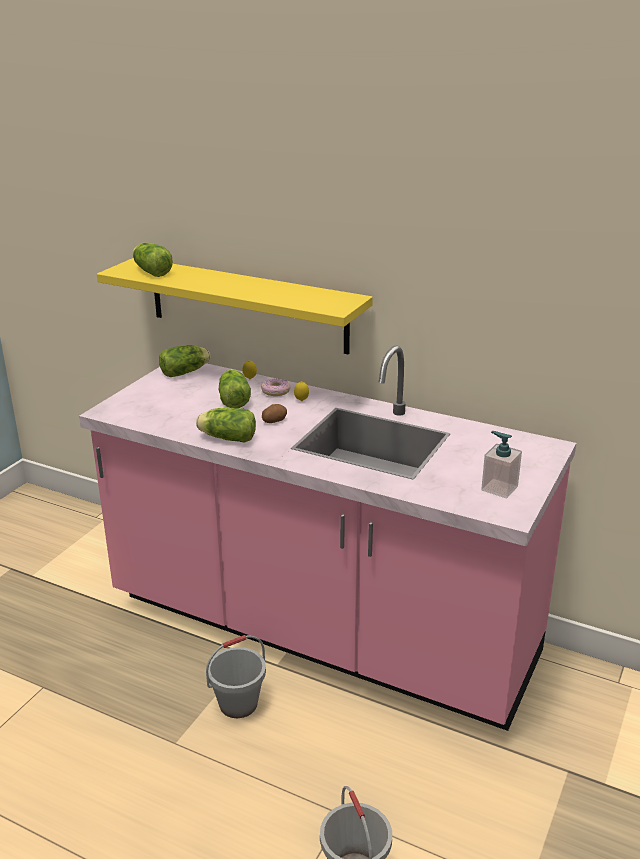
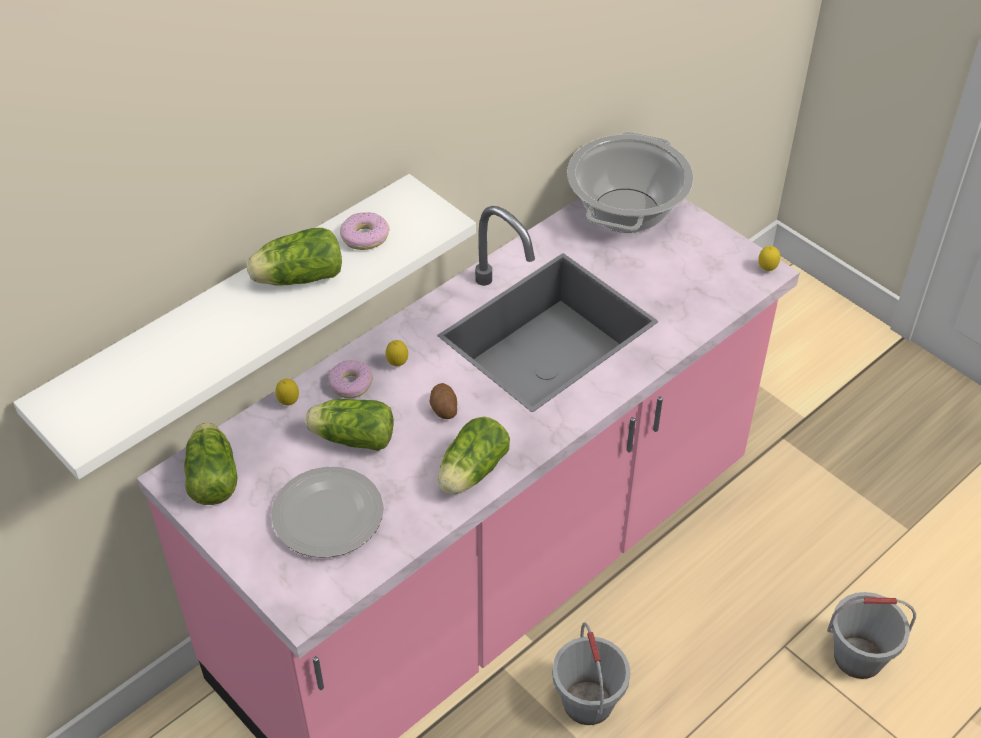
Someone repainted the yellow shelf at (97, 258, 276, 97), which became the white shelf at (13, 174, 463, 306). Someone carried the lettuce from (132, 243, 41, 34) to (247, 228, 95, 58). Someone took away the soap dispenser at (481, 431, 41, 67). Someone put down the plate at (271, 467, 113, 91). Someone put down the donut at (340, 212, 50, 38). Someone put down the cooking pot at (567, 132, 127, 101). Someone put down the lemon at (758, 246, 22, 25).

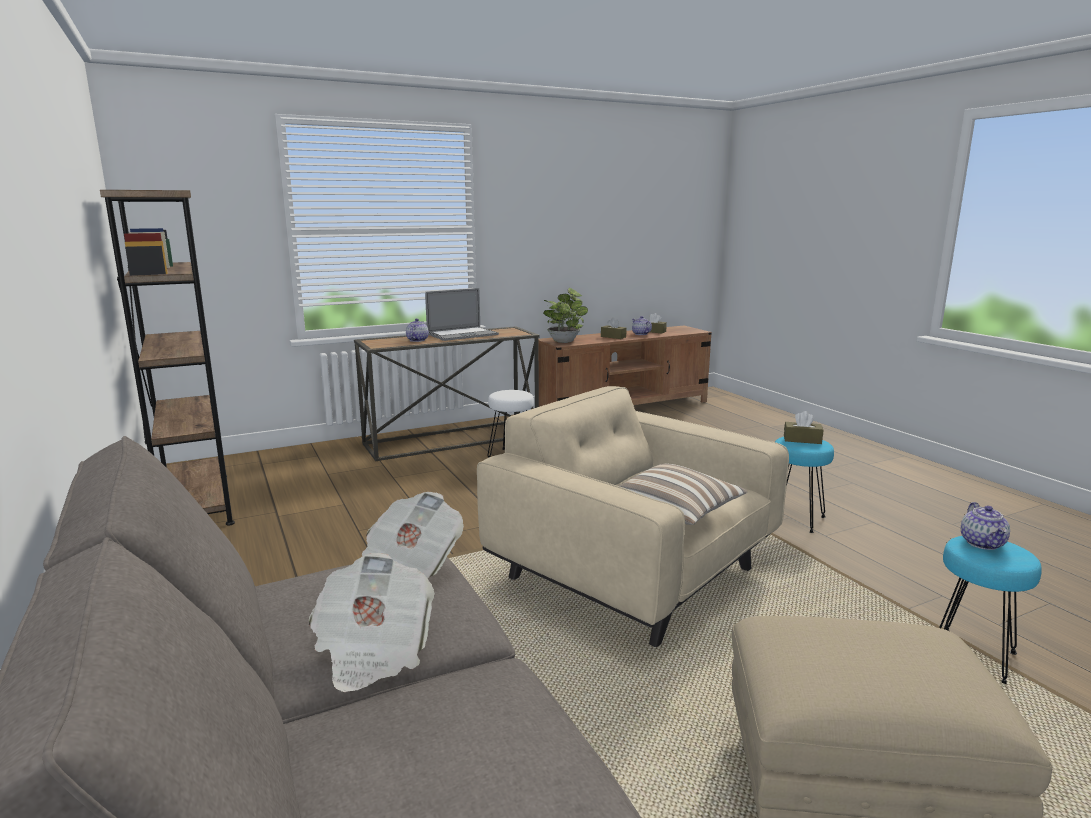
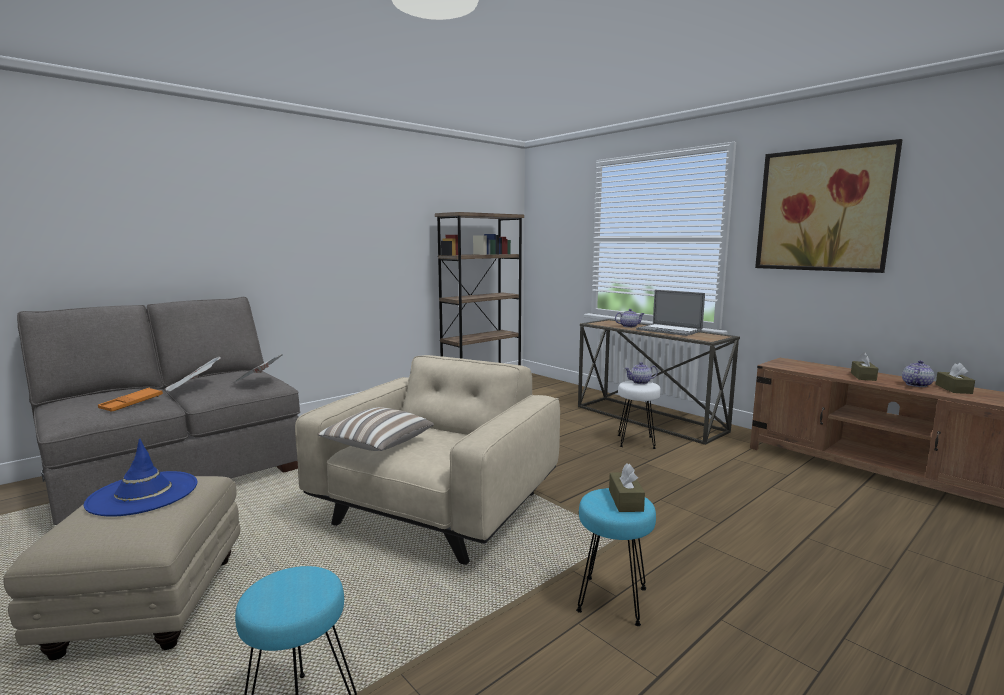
Someone took away the potted plant at (543, 288, 45, 55). Someone carried the teapot from (961, 502, 49, 48) to (624, 362, 34, 22). Someone put down the blue hat at (84, 438, 113, 79). Someone put down the orange tray at (98, 388, 65, 24). Someone put up the picture at (755, 139, 147, 134).

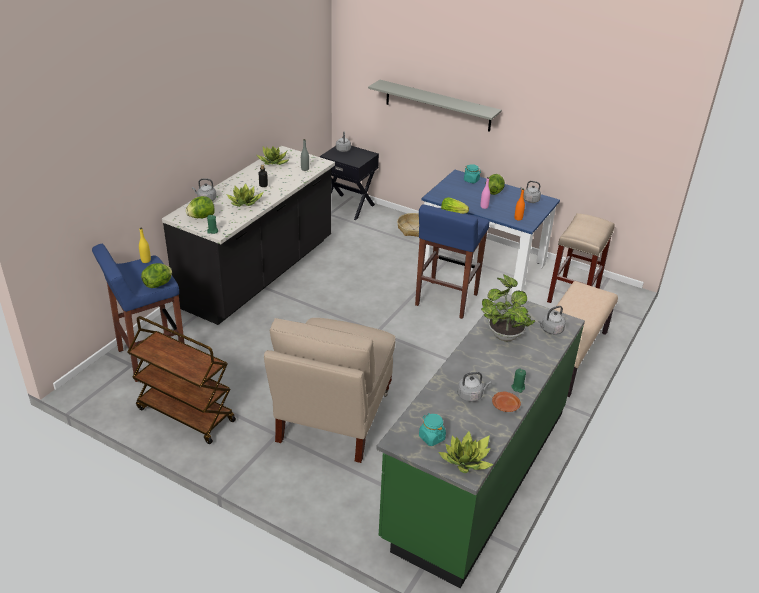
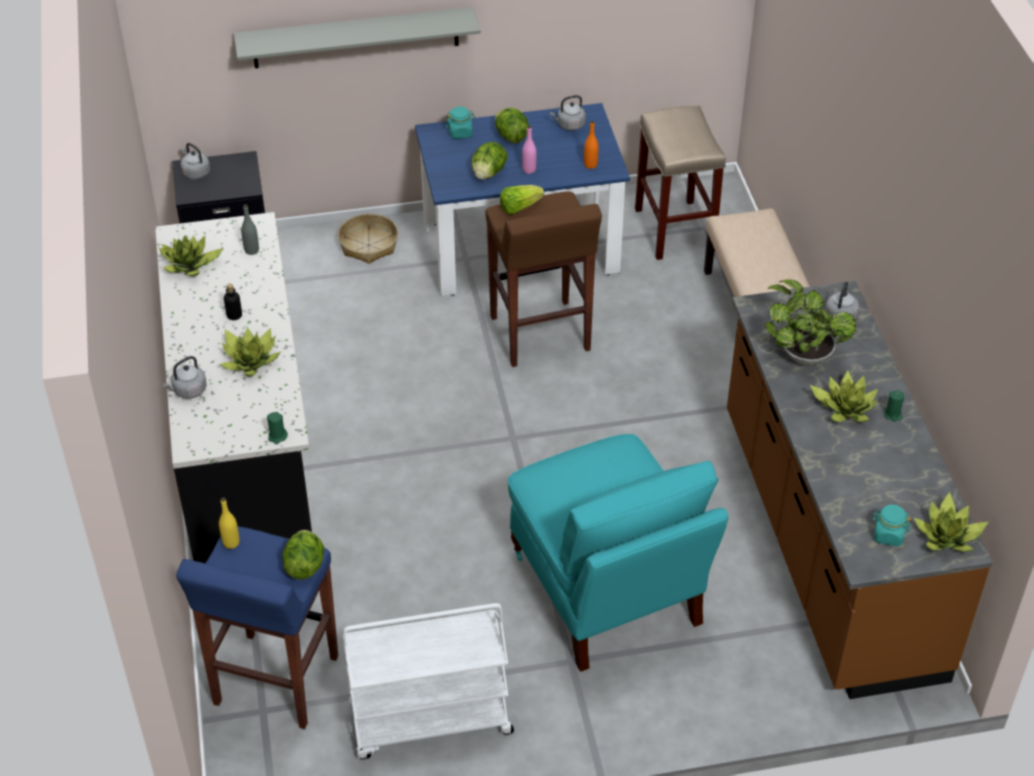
Someone repainted the brown cart at (127, 316, 109, 128), which became the white cart at (343, 603, 171, 156). Someone carried the lettuce from (186, 196, 29, 22) to (471, 142, 37, 38). Someone repainted the beige chair at (264, 318, 131, 145), which became the turquoise chair at (508, 434, 220, 238). Someone repainted the green counter at (376, 294, 209, 294), which became the brown counter at (727, 281, 266, 418). Someone repainted the blue stool at (415, 204, 74, 115), which became the brown stool at (486, 191, 116, 176). Someone took away the grey kettle at (457, 372, 35, 30). Someone took away the brown plate at (492, 392, 29, 20). Someone put down the potted plant at (810, 370, 68, 52).

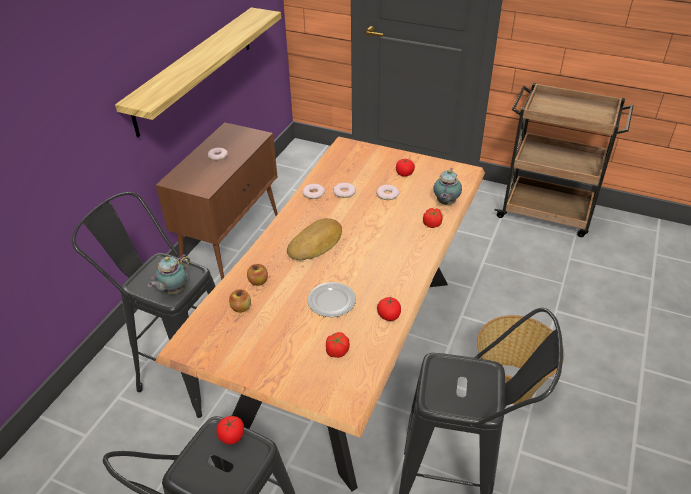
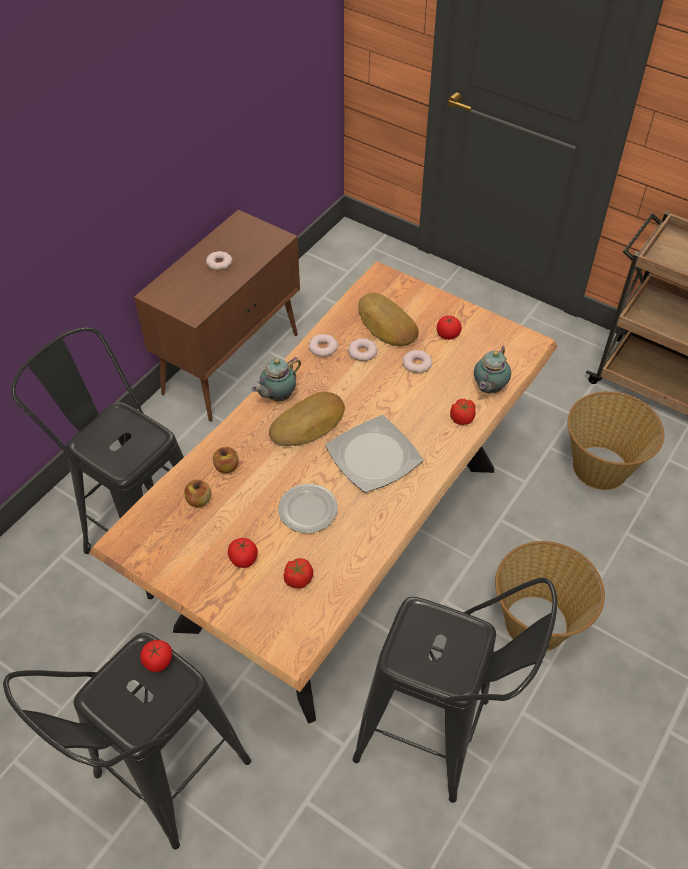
Someone took away the shelf at (115, 7, 166, 131). Someone carried the teapot from (148, 255, 42, 39) to (252, 356, 49, 45). Someone carried the tomato from (377, 297, 24, 24) to (228, 538, 30, 30). Someone put down the plate at (325, 415, 98, 78). Someone put down the bread at (358, 293, 61, 53). Someone put down the basket at (568, 391, 96, 99).

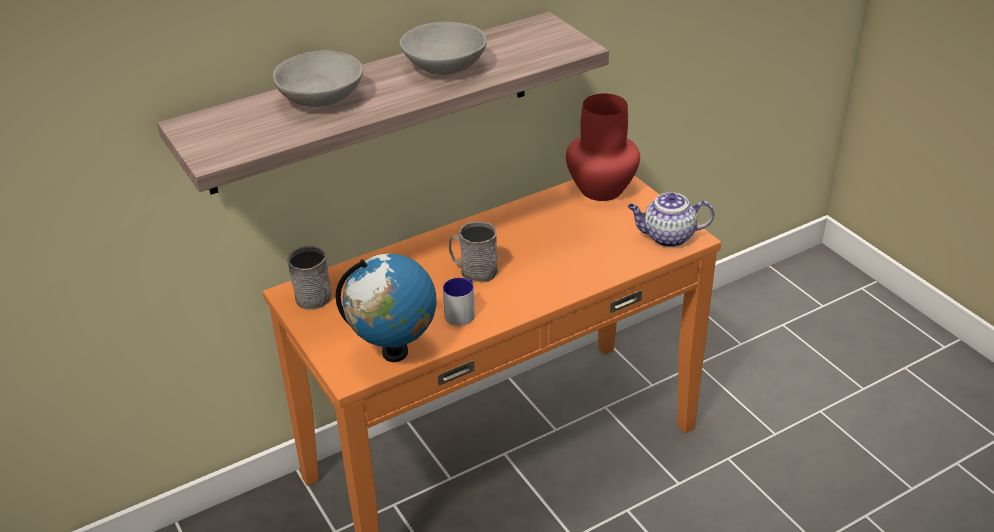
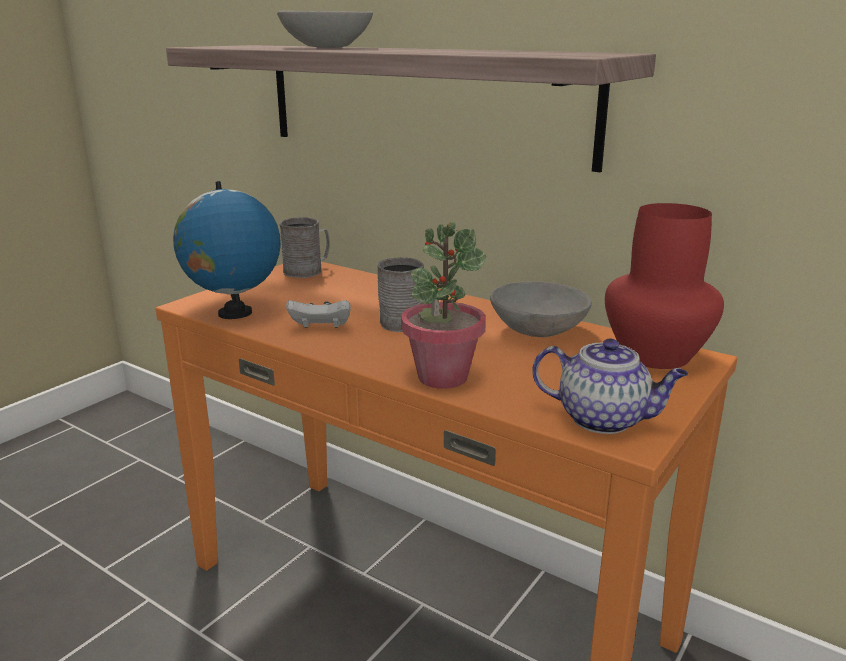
Someone carried the grey bowl from (400, 22, 87, 53) to (490, 282, 102, 55). Someone swapped the mug at (443, 278, 32, 48) for the white game controller at (286, 300, 65, 28). Someone rotated the teapot at (627, 192, 87, 55) by 135 degrees clockwise. Someone put down the potted plant at (401, 222, 85, 167).

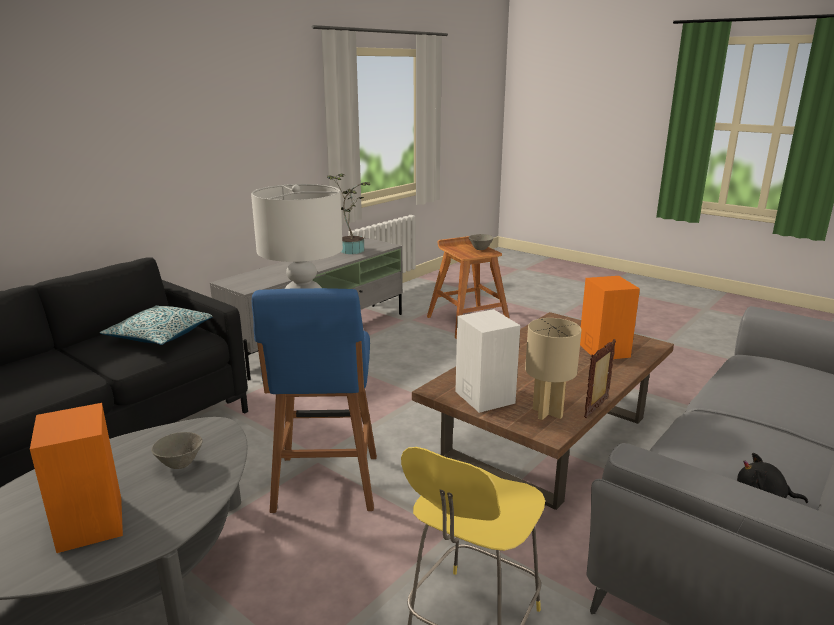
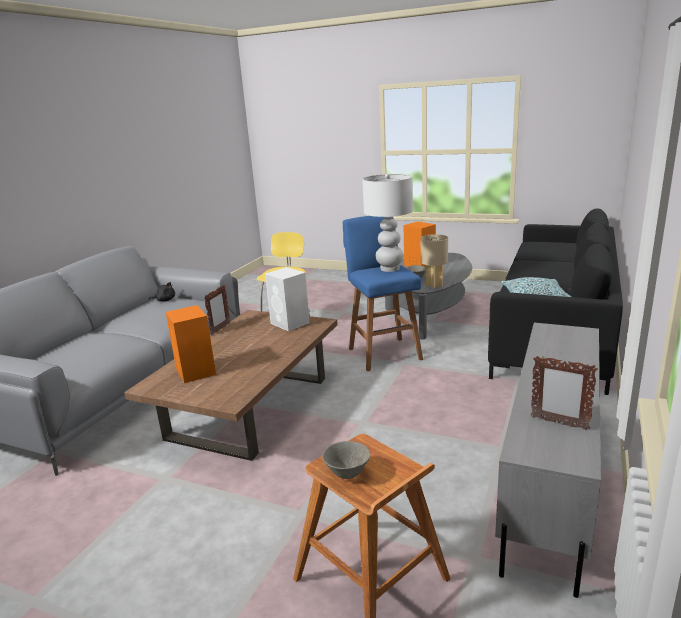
Someone swapped the potted plant at (327, 173, 43, 81) for the picture frame at (531, 356, 67, 74). Someone carried the beige table lamp from (525, 318, 57, 102) to (421, 234, 27, 55).

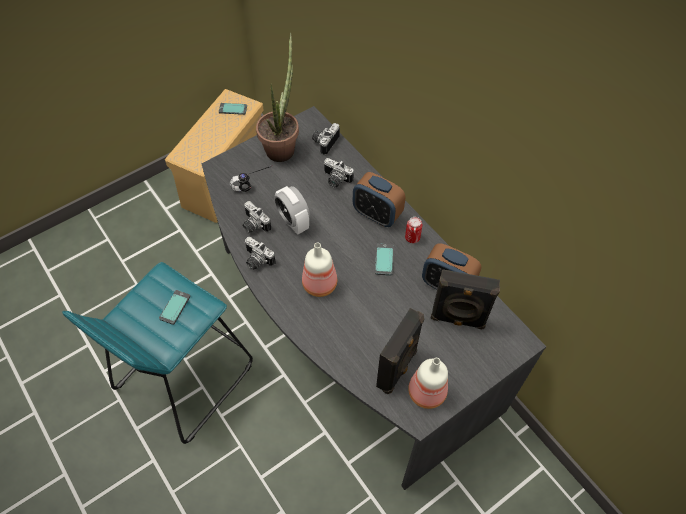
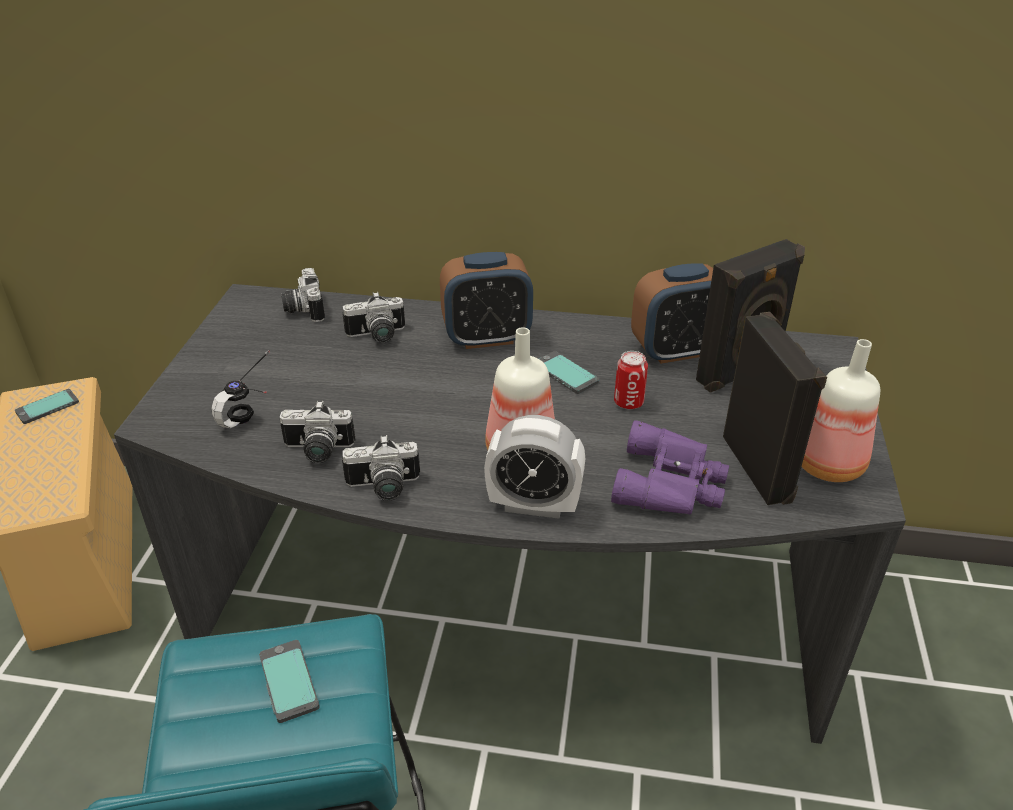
Someone took away the potted plant at (256, 33, 43, 129). Someone carried the alarm clock from (274, 186, 36, 49) to (484, 415, 101, 104). Someone carried the can from (405, 217, 17, 26) to (614, 351, 34, 58). Someone put down the purple binoculars at (611, 420, 118, 95).

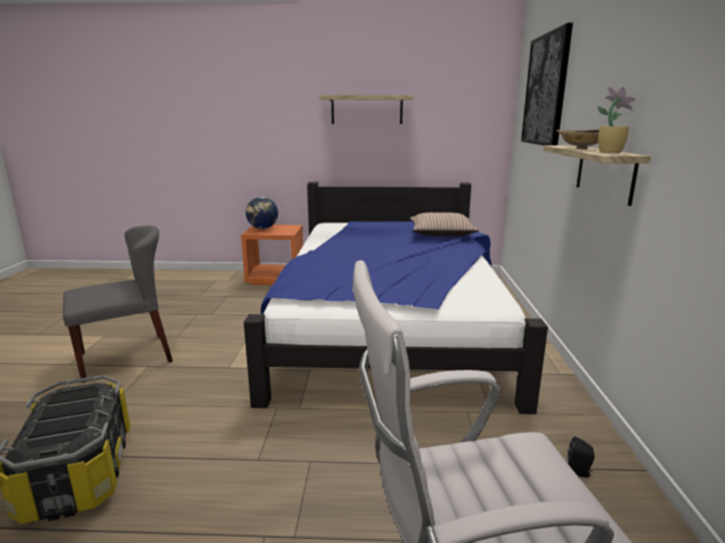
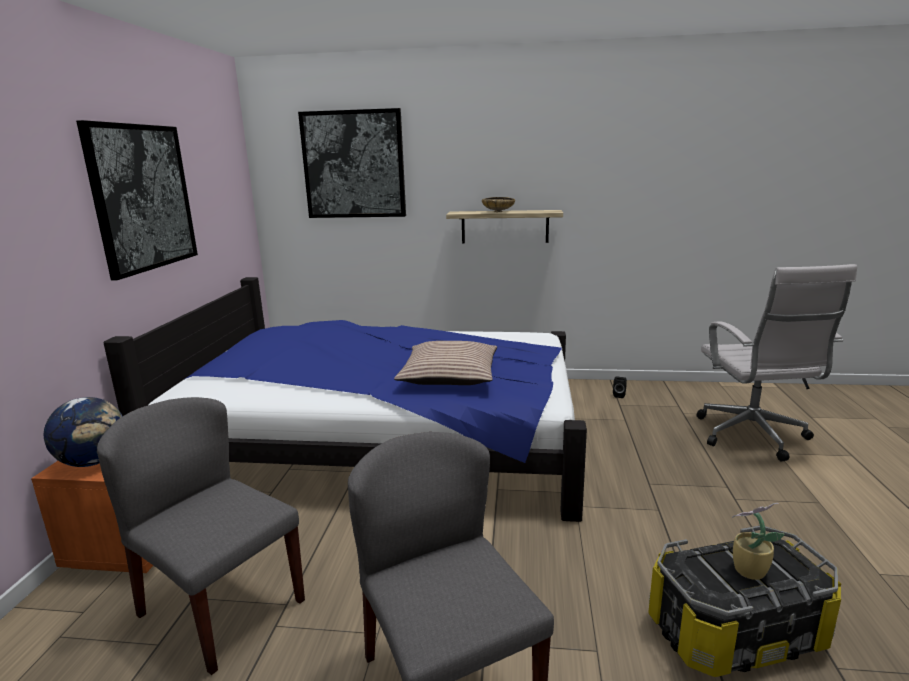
Someone swapped the shelf at (319, 95, 95, 29) for the picture at (76, 120, 122, 160). Someone carried the pillow from (410, 212, 70, 24) to (394, 341, 103, 44). Someone carried the potted plant from (598, 87, 38, 66) to (732, 503, 53, 77). Someone put down the grey chair at (97, 397, 208, 278).

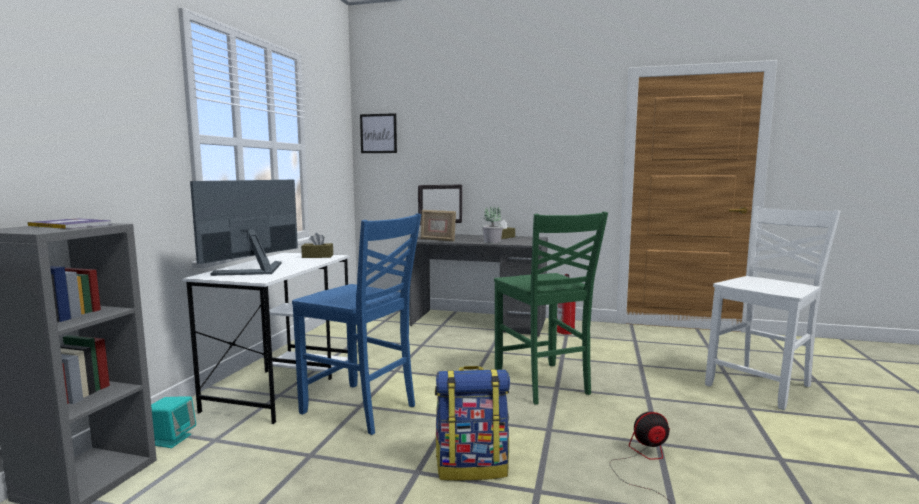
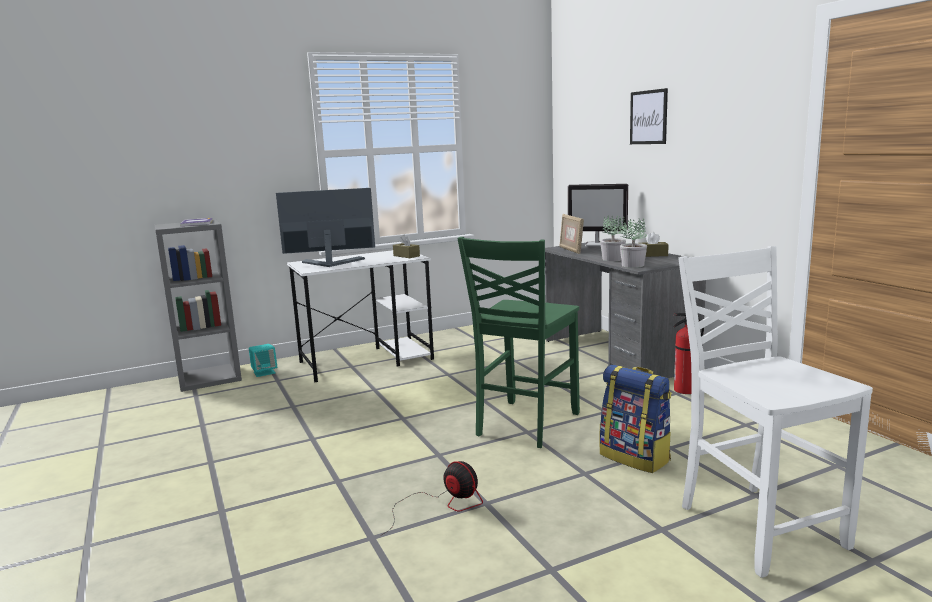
Someone took away the blue chair at (292, 213, 129, 222). Someone carried the picture from (360, 113, 37, 40) to (630, 88, 38, 56). Someone carried the backpack from (435, 366, 75, 115) to (600, 365, 72, 108). Someone rotated the white chair at (705, 206, 136, 204) by 120 degrees counterclockwise. Someone put down the potted plant at (620, 218, 27, 50).

